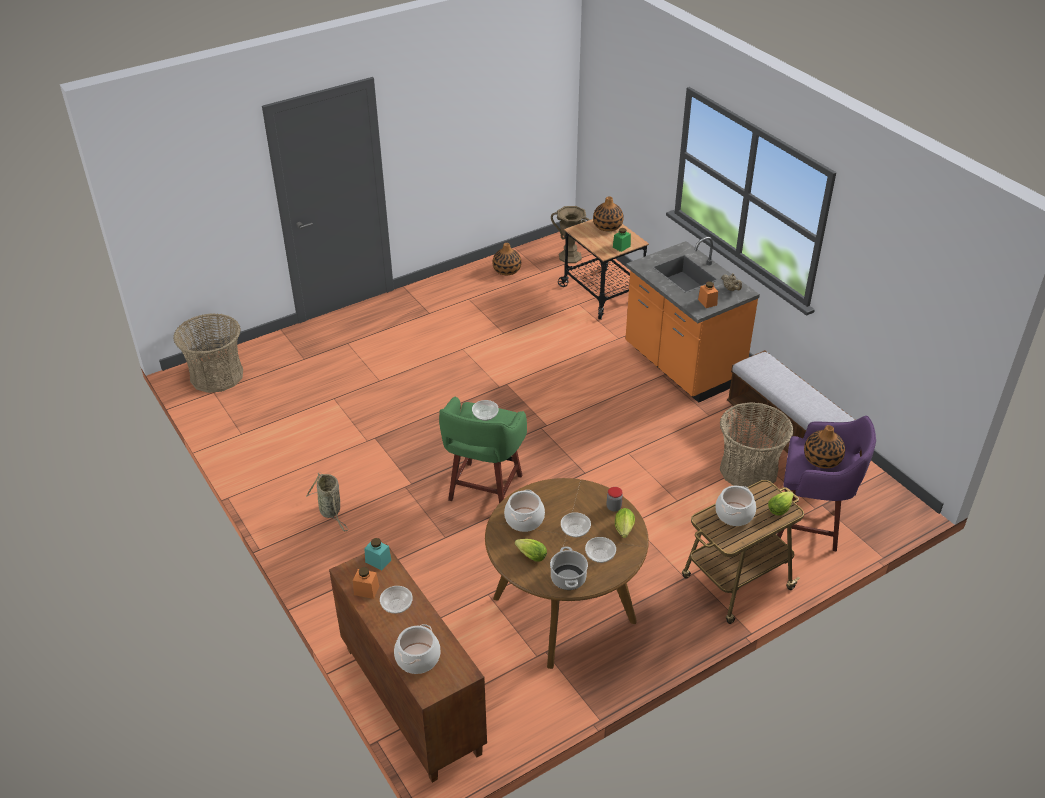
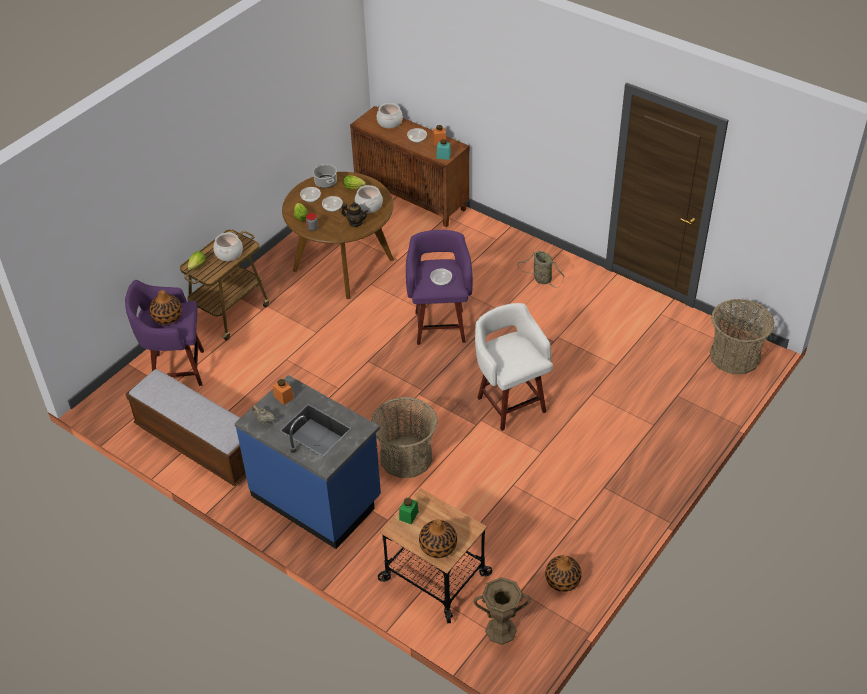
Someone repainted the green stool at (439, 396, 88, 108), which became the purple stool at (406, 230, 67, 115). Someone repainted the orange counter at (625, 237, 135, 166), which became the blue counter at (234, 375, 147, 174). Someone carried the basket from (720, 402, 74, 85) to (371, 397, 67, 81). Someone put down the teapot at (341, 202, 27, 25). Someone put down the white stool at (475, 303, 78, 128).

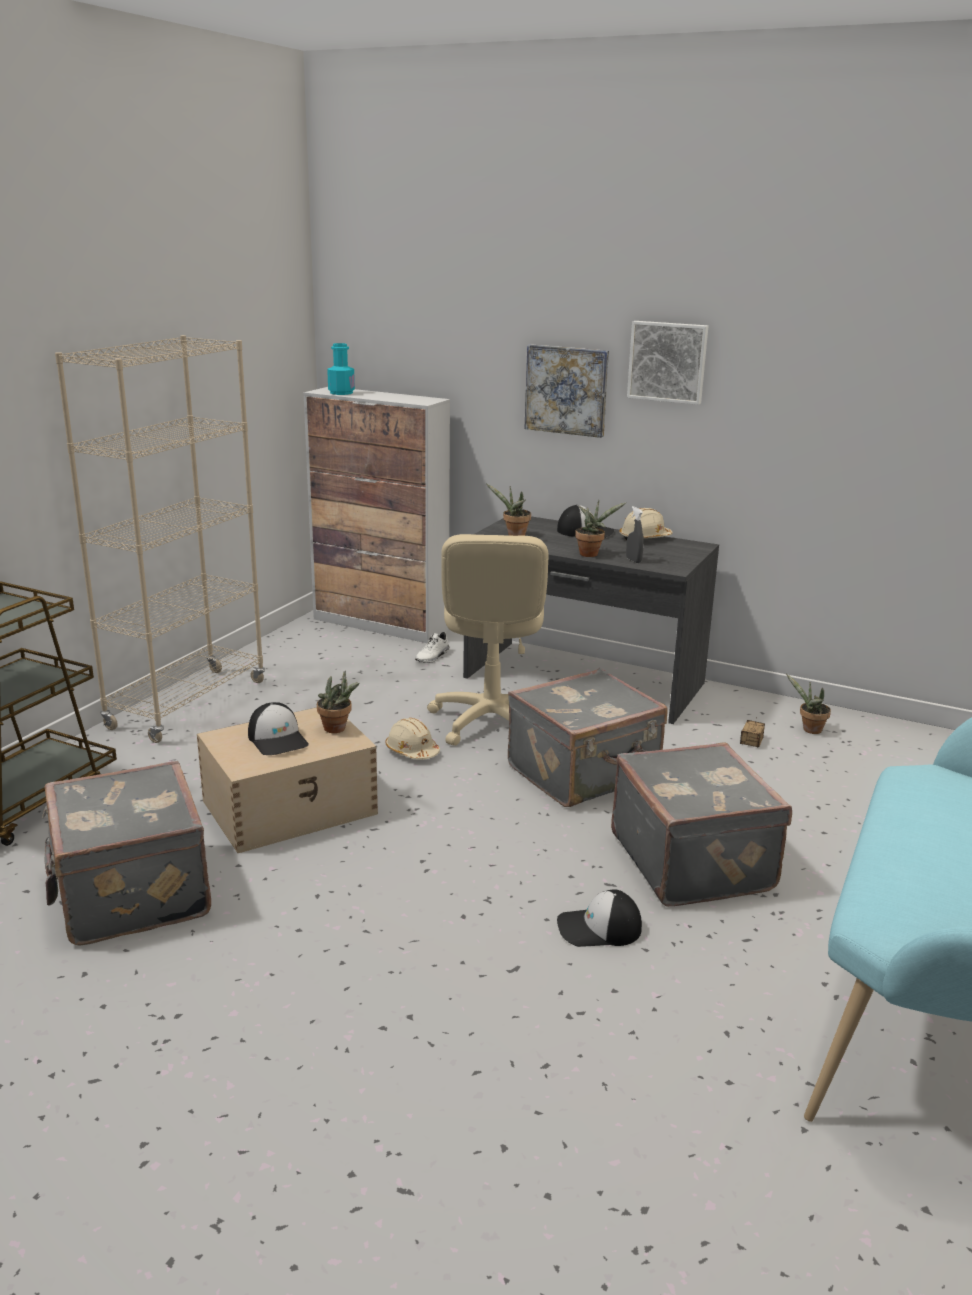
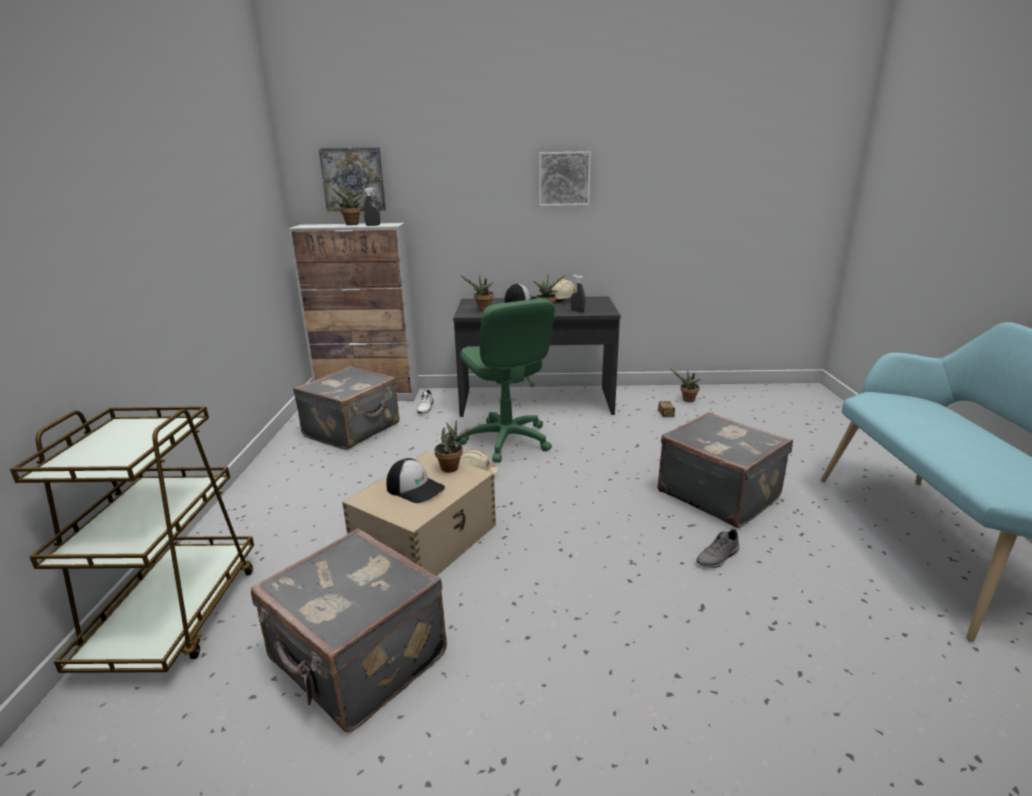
Someone took away the beige bookcase at (55, 335, 210, 408). Someone took away the turquoise bottle at (327, 343, 28, 52). Someone repainted the beige office chair at (427, 534, 122, 212), which became the green office chair at (459, 299, 96, 163). Someone carried the grey suitcase from (508, 668, 160, 139) to (293, 366, 107, 84). Someone carried the picture from (524, 344, 85, 94) to (319, 147, 67, 64). Someone swapped the cap at (557, 889, 85, 58) for the grey shoe at (696, 529, 43, 39). Someone put down the potted plant at (332, 188, 31, 37). Someone put down the grey spray bottle at (364, 188, 16, 38).

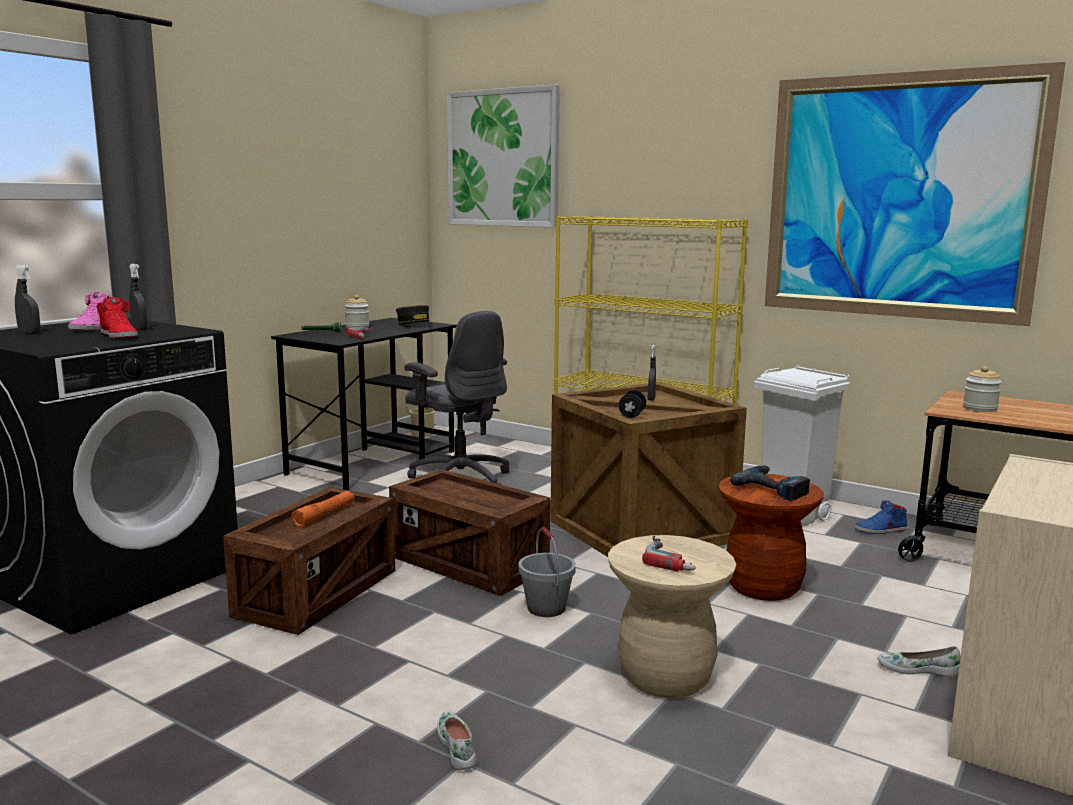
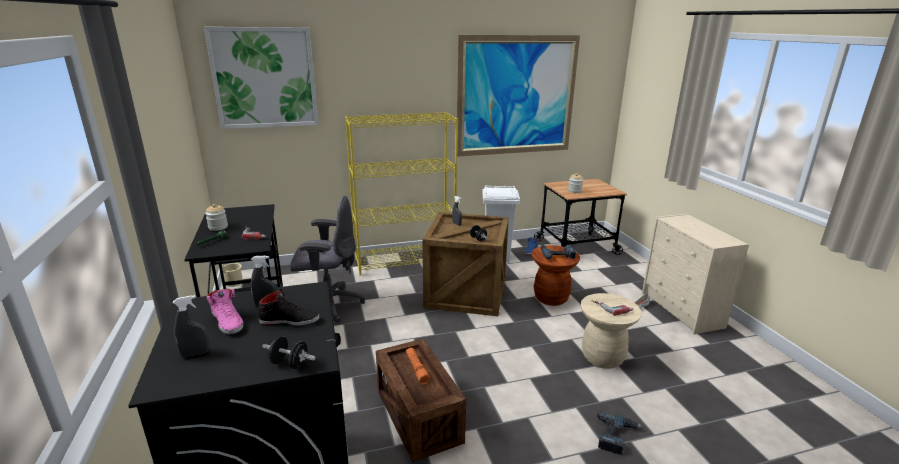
Someone repainted the red shoe at (97, 297, 41, 41), which became the black shoe at (258, 289, 62, 37). Someone took away the crate at (389, 469, 161, 127). Someone took away the grey cap at (396, 305, 37, 23). Someone swapped the white shoe at (437, 710, 40, 61) for the power drill at (597, 411, 45, 44). Someone took away the grey bucket at (518, 527, 58, 90). Someone put down the black dumbbell at (262, 336, 54, 33).

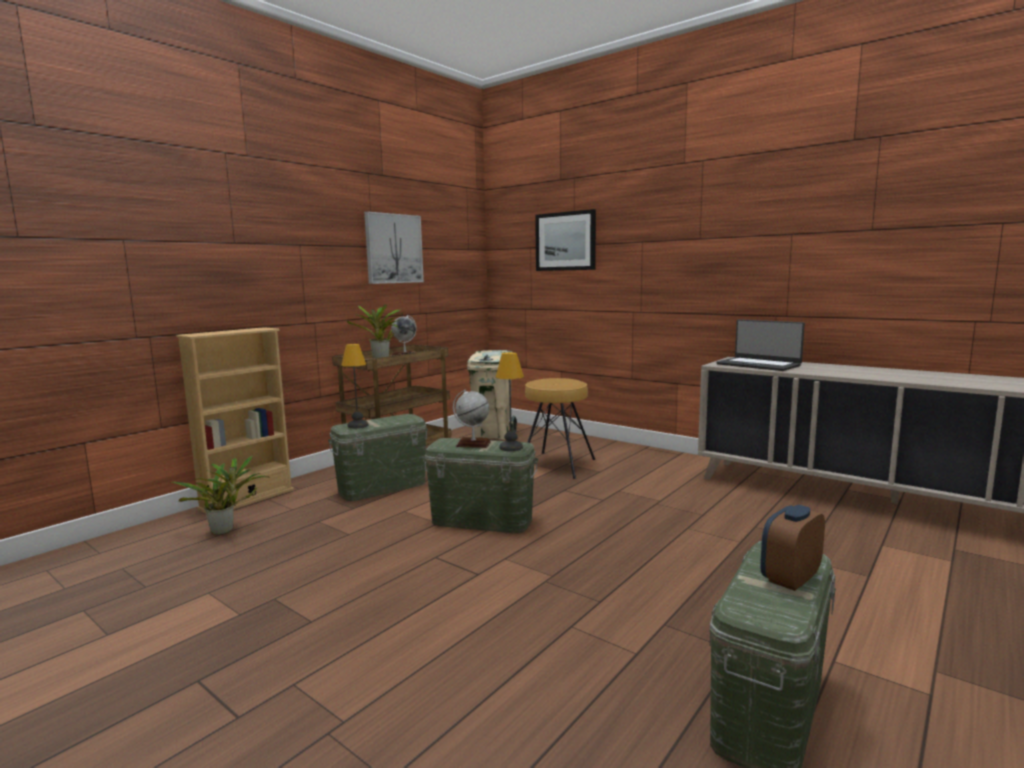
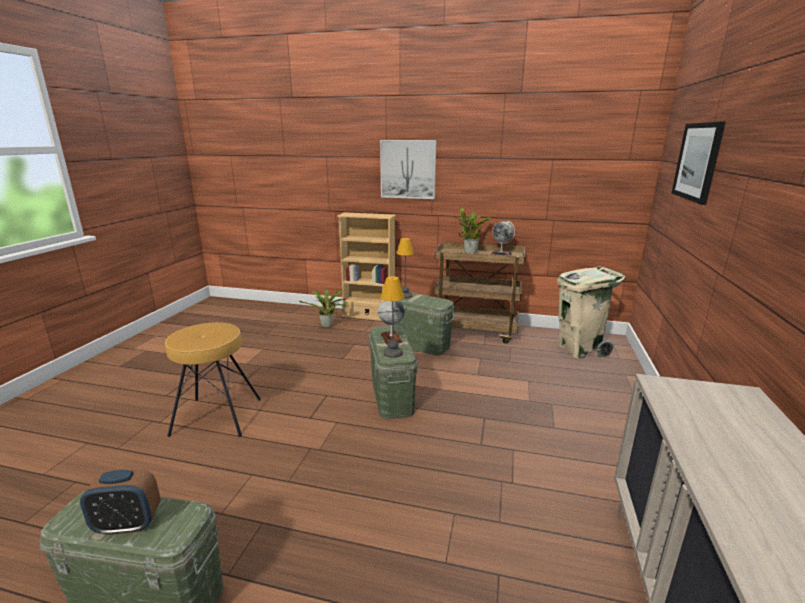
Someone carried the picture from (364, 211, 60, 73) to (380, 140, 56, 59). Someone carried the brown stool from (525, 378, 70, 101) to (165, 322, 96, 115). Someone took away the laptop at (716, 319, 89, 52). Someone rotated the alarm clock at (760, 505, 65, 86) by 150 degrees clockwise.

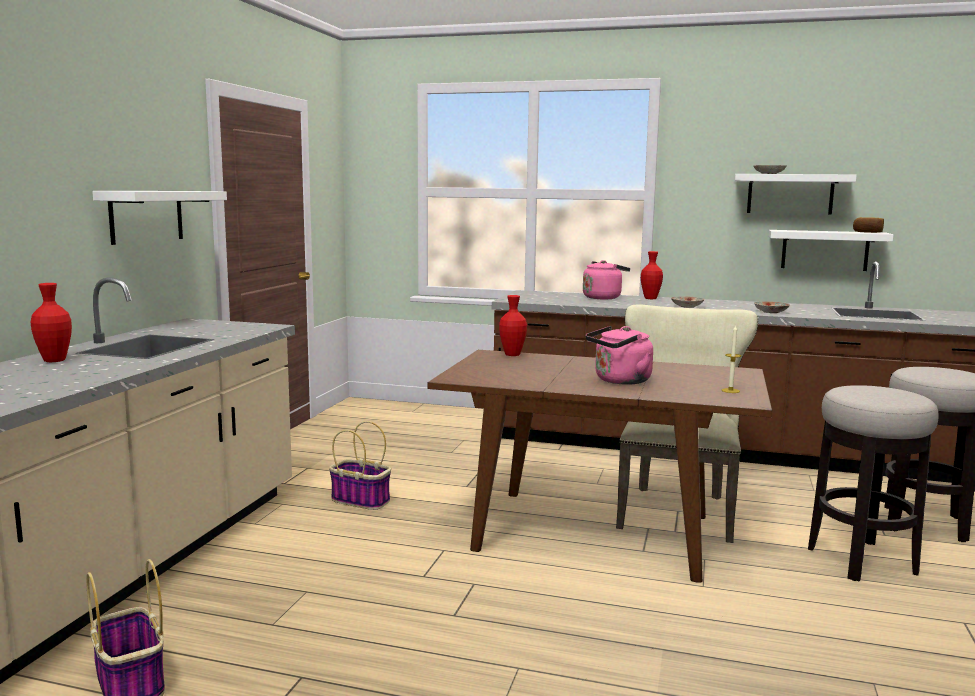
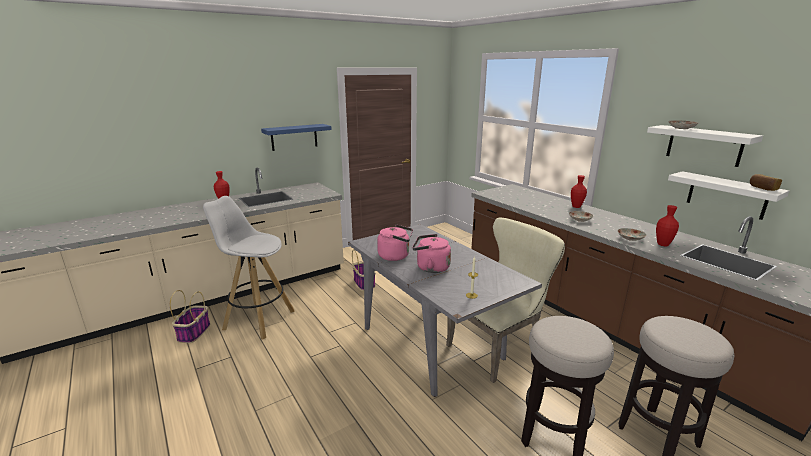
Someone repainted the white shelf at (92, 191, 135, 54), which became the blue shelf at (261, 124, 71, 27). Someone repainted the brown dining table at (427, 350, 345, 233), which became the grey dining table at (348, 224, 194, 173). Someone carried the red vase from (499, 295, 28, 61) to (656, 205, 23, 41). Someone carried the pink kettle from (583, 260, 47, 39) to (377, 224, 36, 37). Someone put down the white stool at (203, 196, 91, 144).

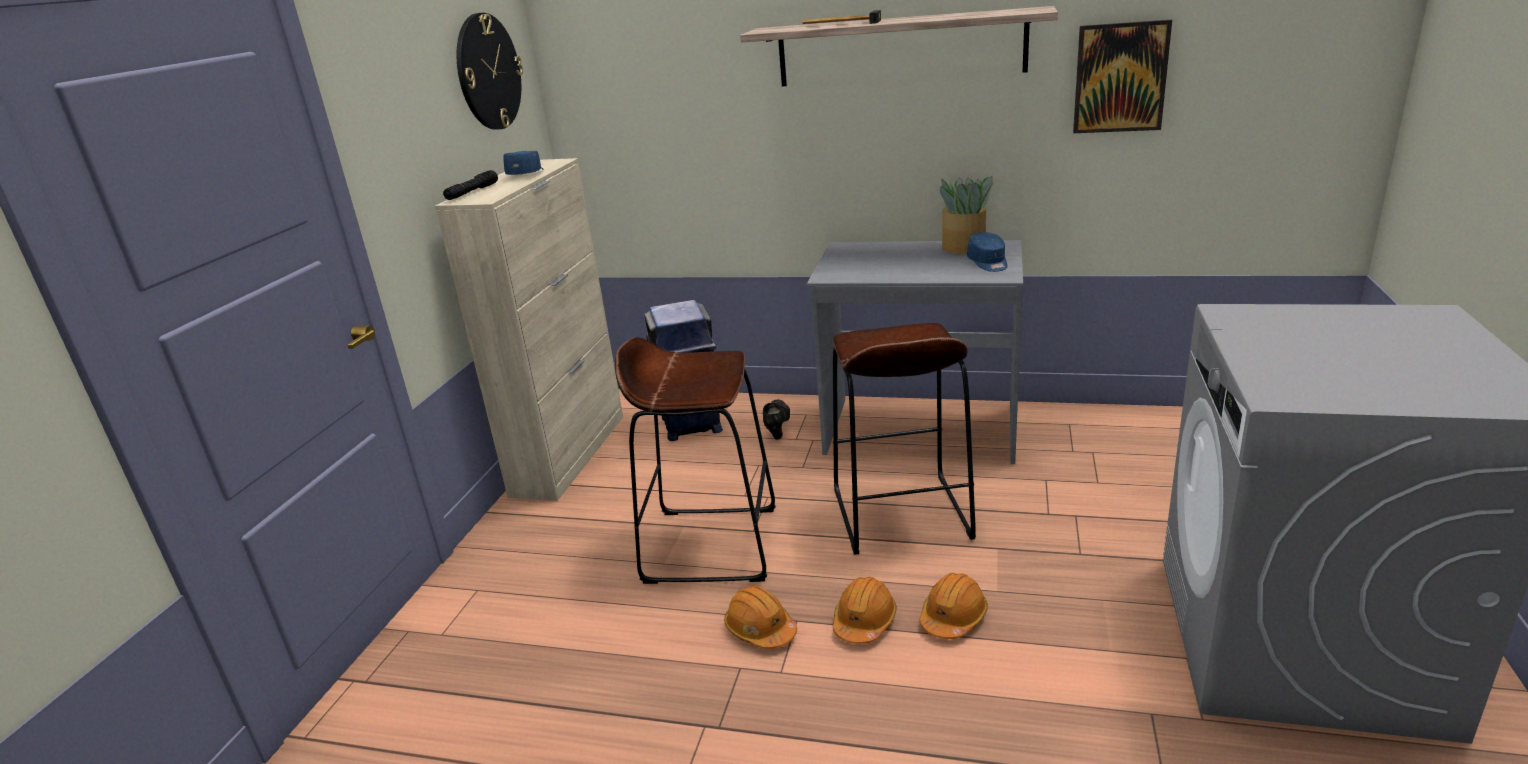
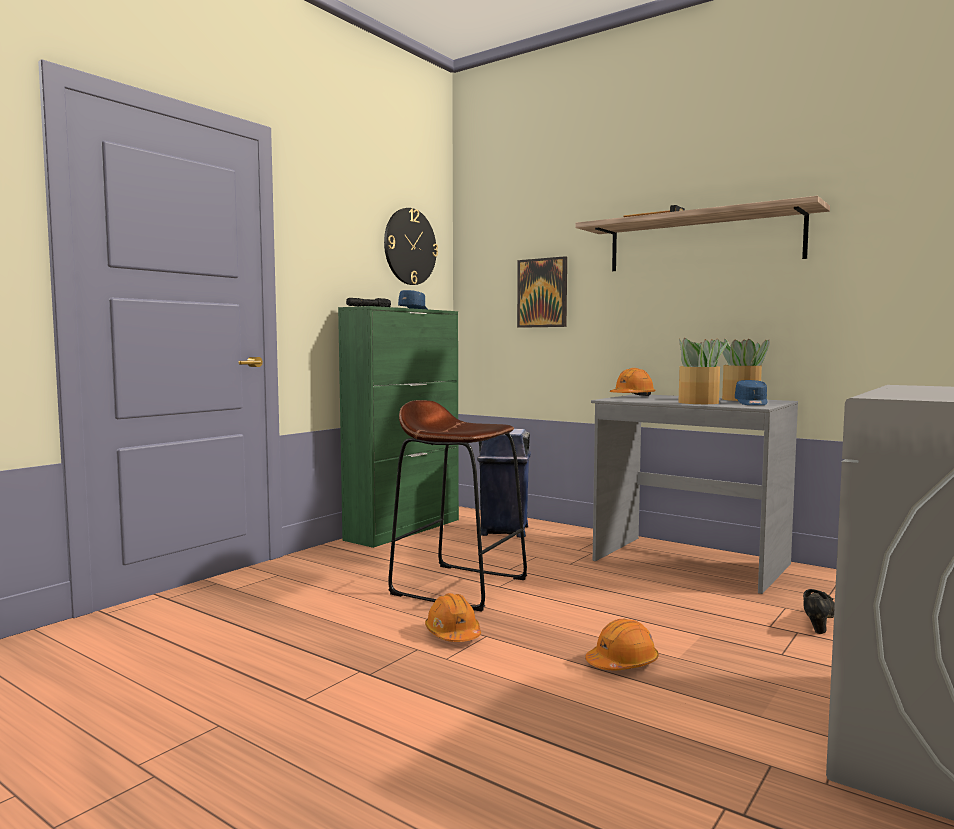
Someone repainted the beige cabinet at (435, 158, 188, 343), which became the green cabinet at (338, 306, 121, 242). Someone carried the black shoe from (763, 399, 27, 41) to (803, 589, 32, 45). Someone took away the brown stool at (833, 323, 143, 232). Someone carried the orange hard hat from (833, 577, 64, 67) to (610, 368, 46, 28). Someone carried the picture from (1073, 20, 99, 113) to (517, 256, 50, 72). Someone put down the potted plant at (678, 338, 51, 66).

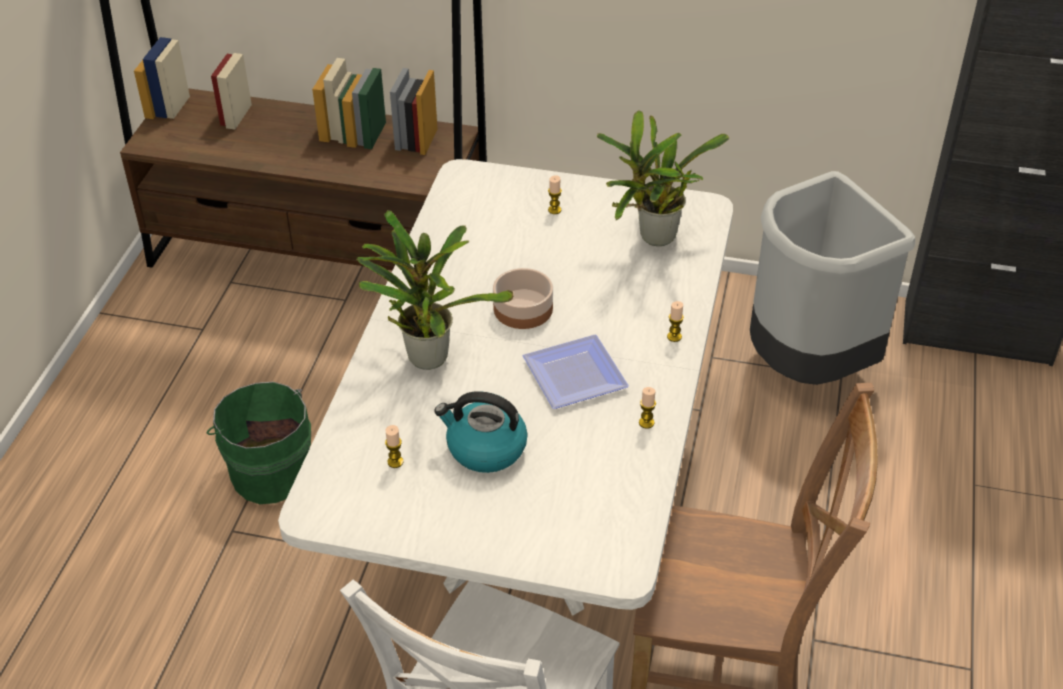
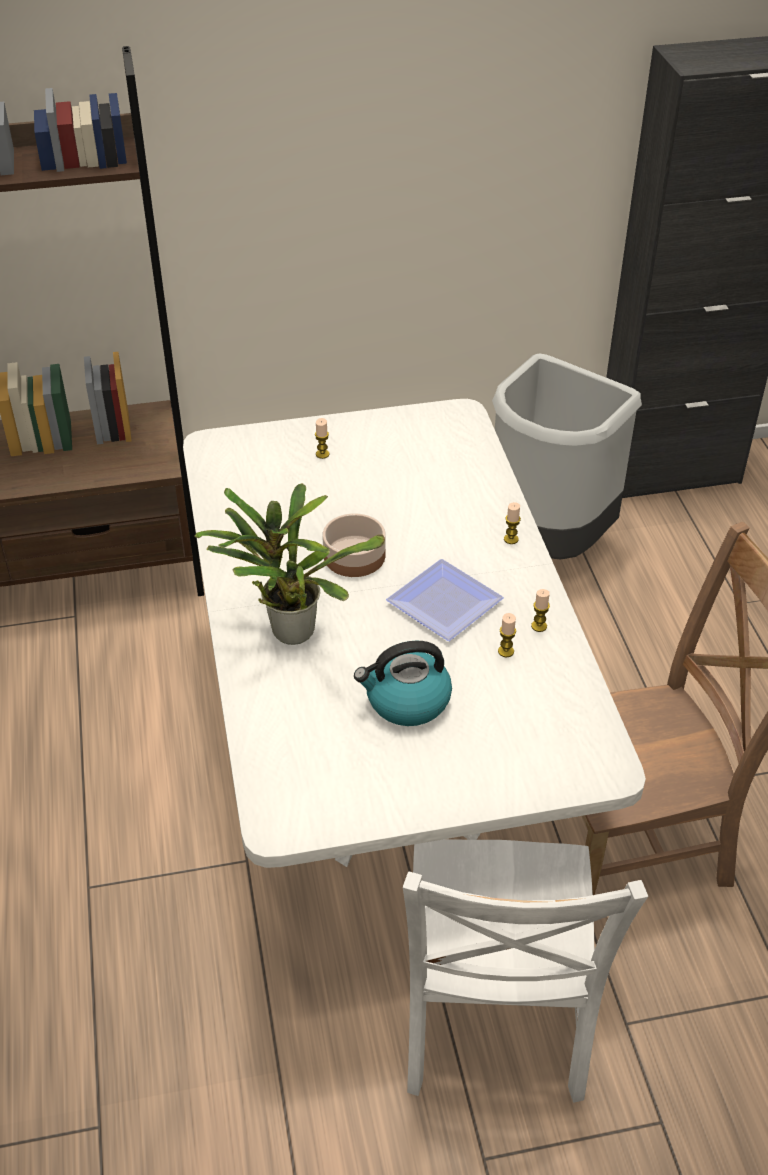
Someone took away the green bucket at (207, 382, 104, 122). Someone carried the candle from (385, 425, 19, 43) to (498, 613, 18, 44). Someone took away the potted plant at (597, 110, 132, 136).

